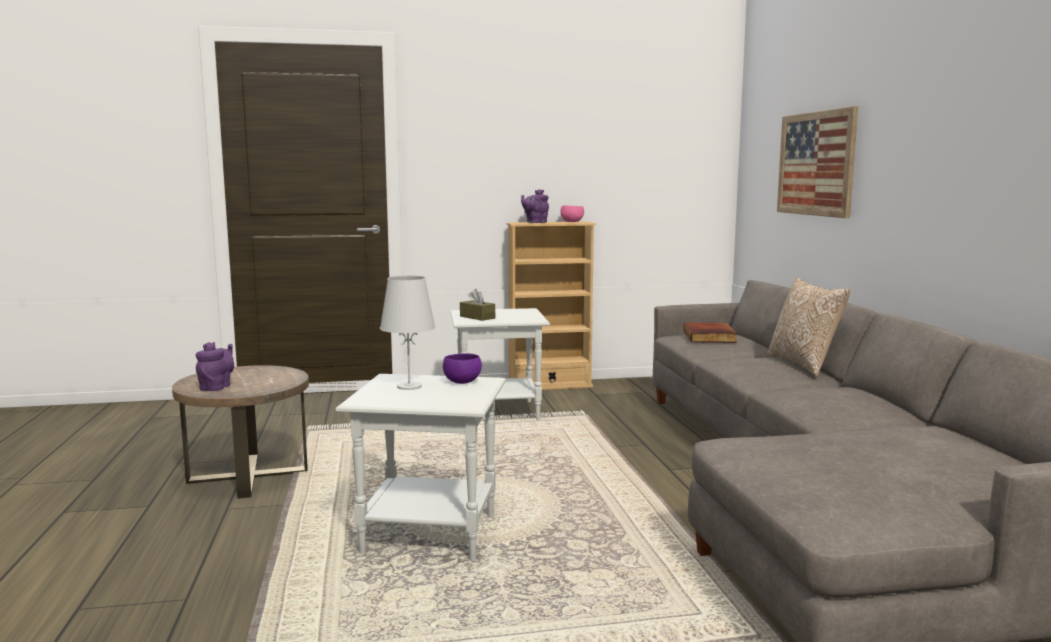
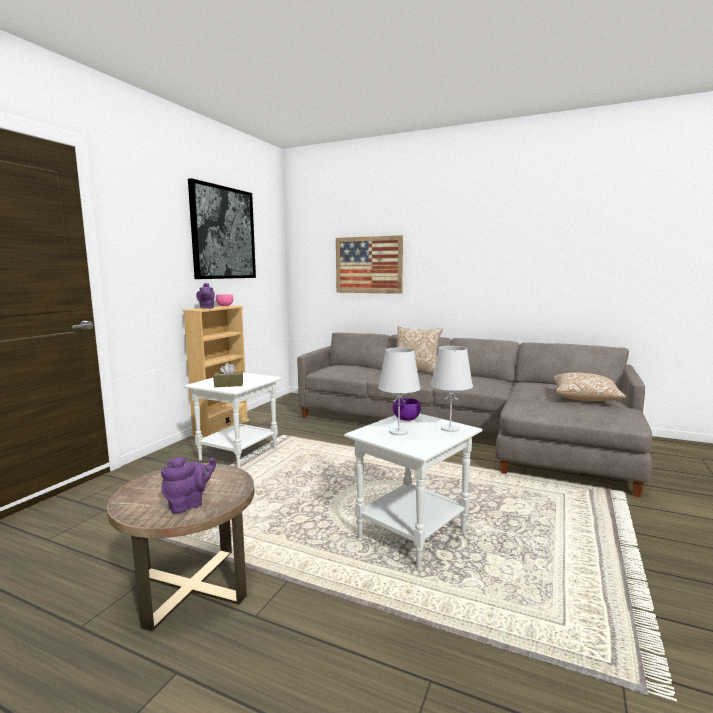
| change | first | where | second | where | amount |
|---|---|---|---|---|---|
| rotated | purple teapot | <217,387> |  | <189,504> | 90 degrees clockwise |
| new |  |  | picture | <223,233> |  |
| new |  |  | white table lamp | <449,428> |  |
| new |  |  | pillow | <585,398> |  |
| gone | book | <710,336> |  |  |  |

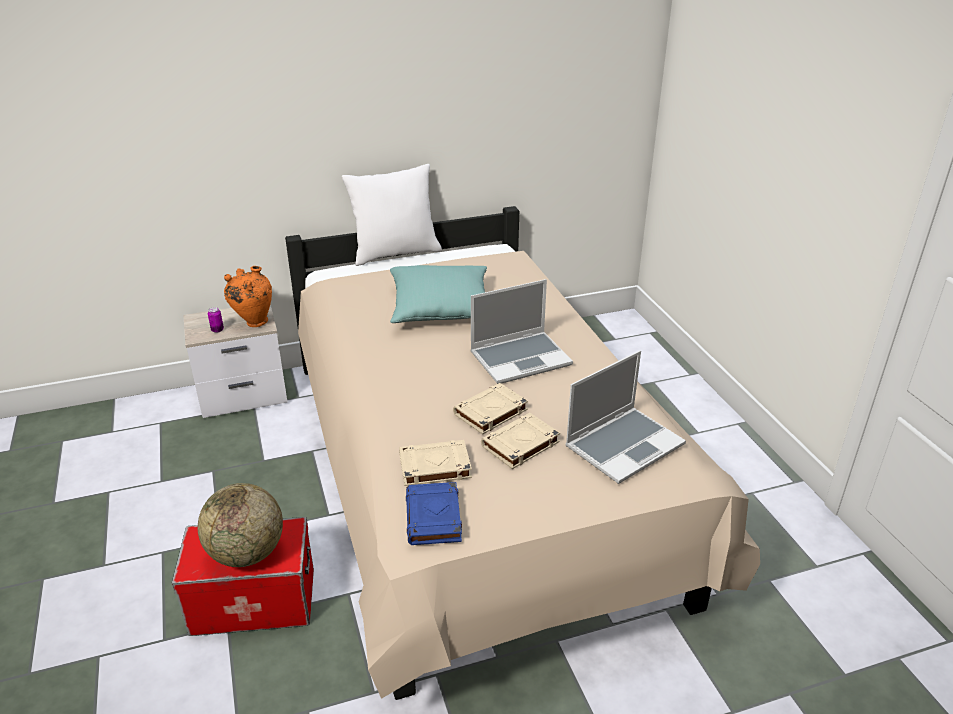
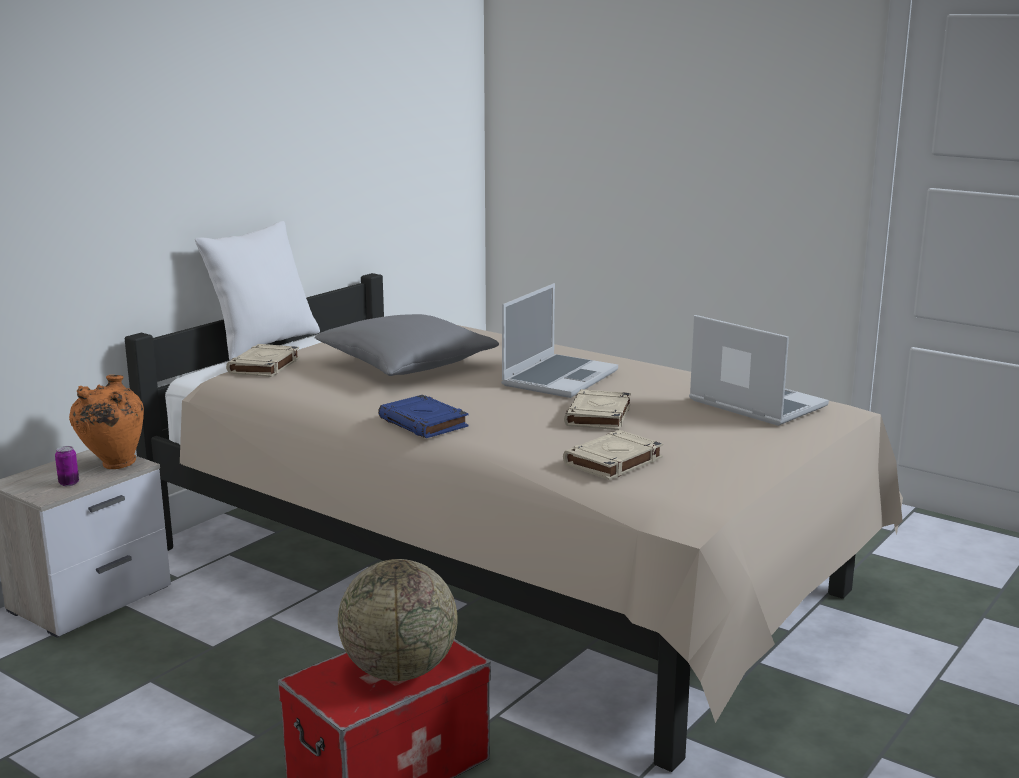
| change | first | where | second | where | amount |
|---|---|---|---|---|---|
| shifted | beige book | <520,445> |  | <264,366> |  |
| repainted | turquoise pillow | <441,308> | grey pillow | <406,365> |  |
| shifted | blue book | <434,518> |  | <424,423> |  |
| rotated | laptop | <624,445> |  | <754,404> | 60 degrees counterclockwise |

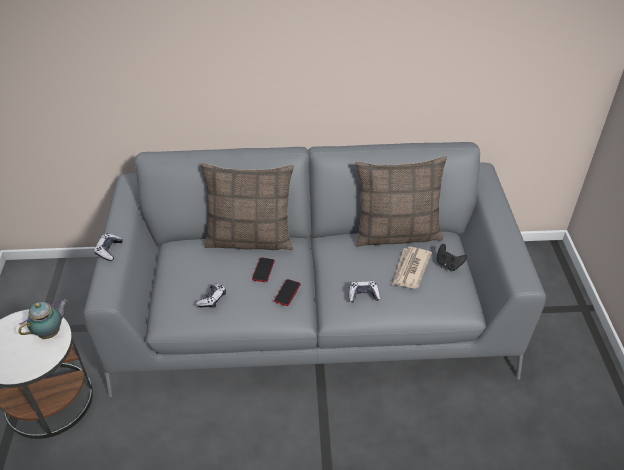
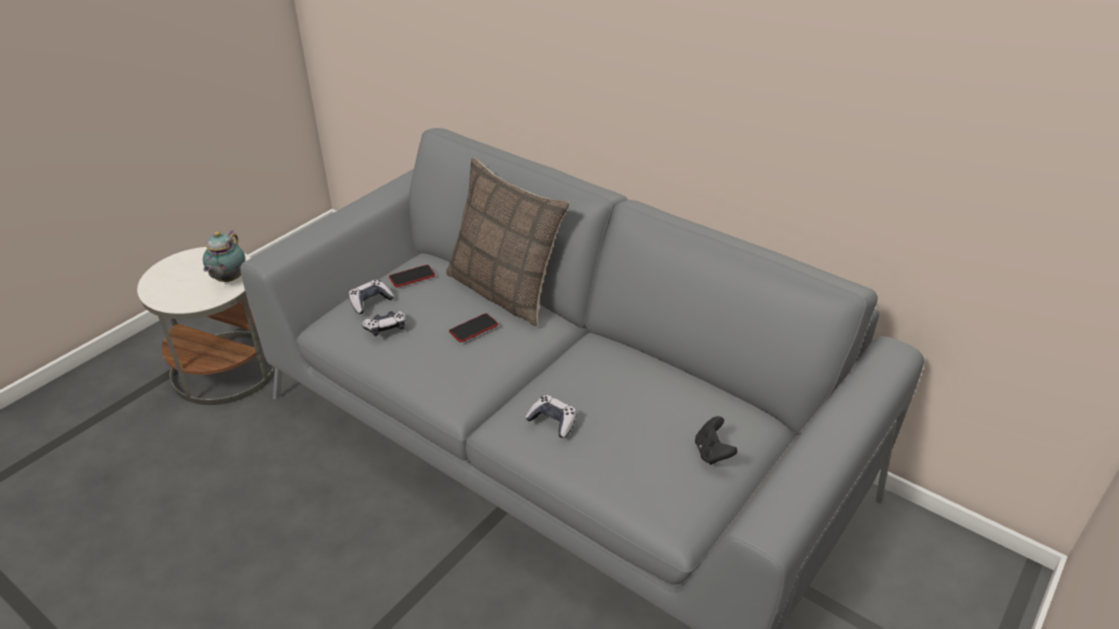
| change | first | where | second | where | amount |
|---|---|---|---|---|---|
| rotated | teapot | <51,332> |  | <228,280> | 105 degrees clockwise |
| shifted | game controller | <109,250> |  | <370,302> |  |
| shifted | phone | <287,293> |  | <412,277> |  |
| gone | pillow | <397,234> |  |  |  |
| gone | newspaper | <410,269> |  |  |  |

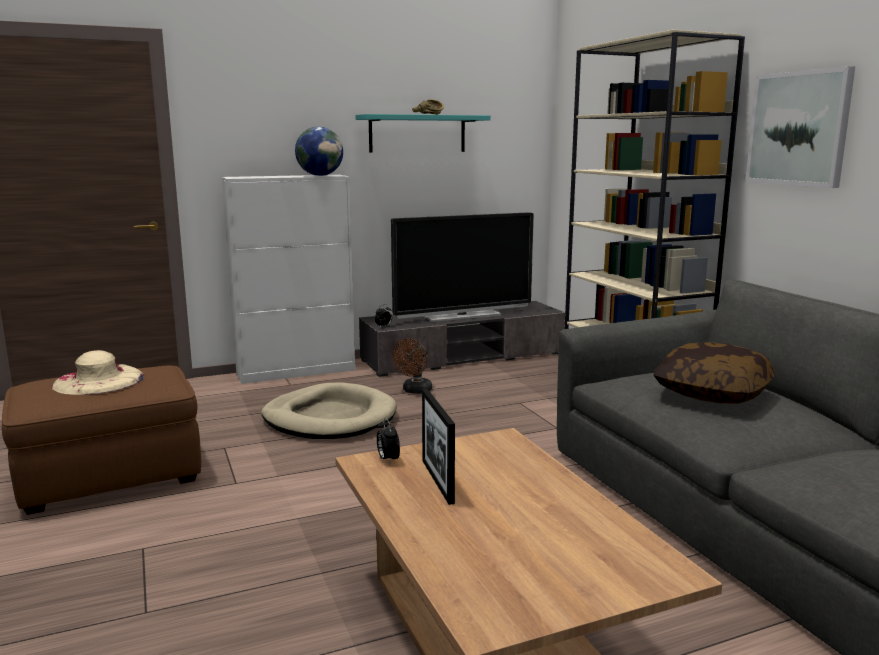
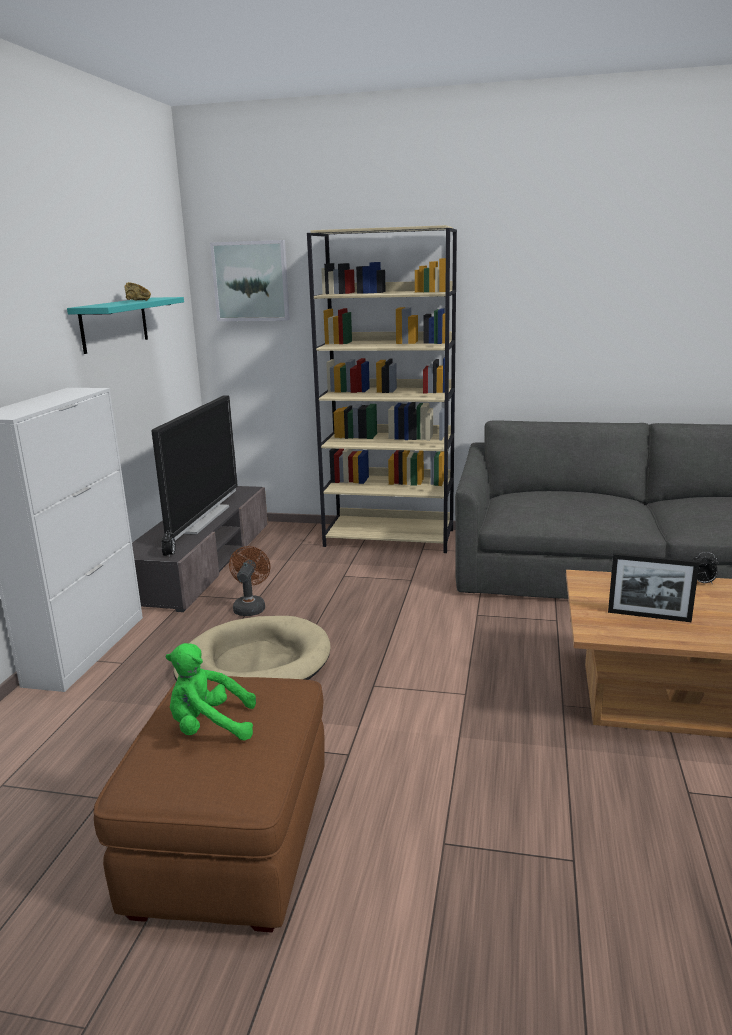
| change | first | where | second | where | amount |
|---|---|---|---|---|---|
| swapped | beige hat | <98,380> | green plush toy | <209,727> |  |
| shifted | picture | <798,129> |  | <251,281> |  |
| rotated | brown fan | <415,391> |  | <250,607> | 150 degrees counterclockwise |
| shifted | alarm clock | <388,459> |  | <702,583> |  |
| gone | globe | <320,175> |  |  |  |
| gone | pillow | <712,392> |  |  |  |

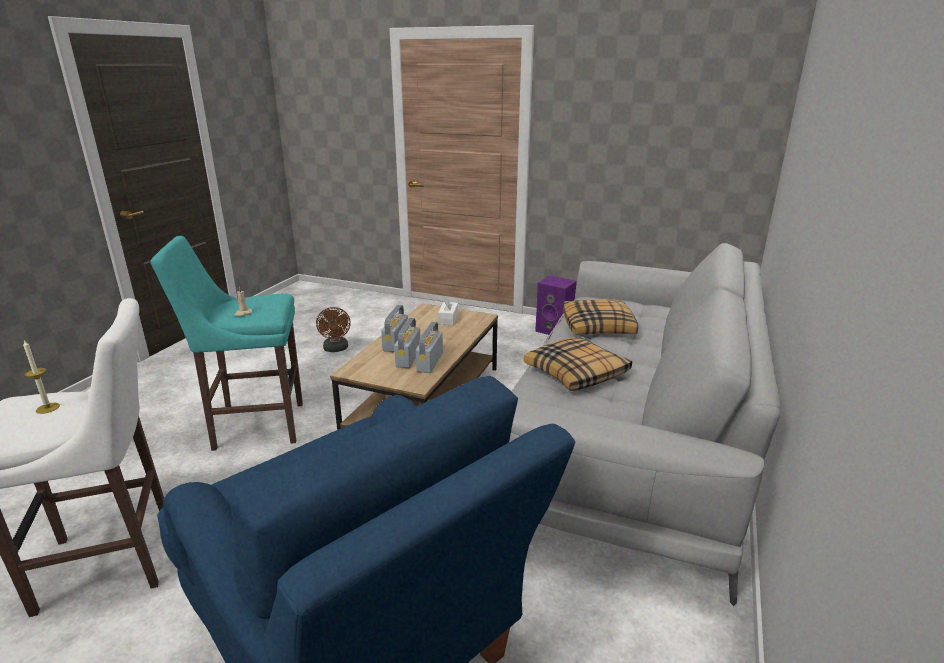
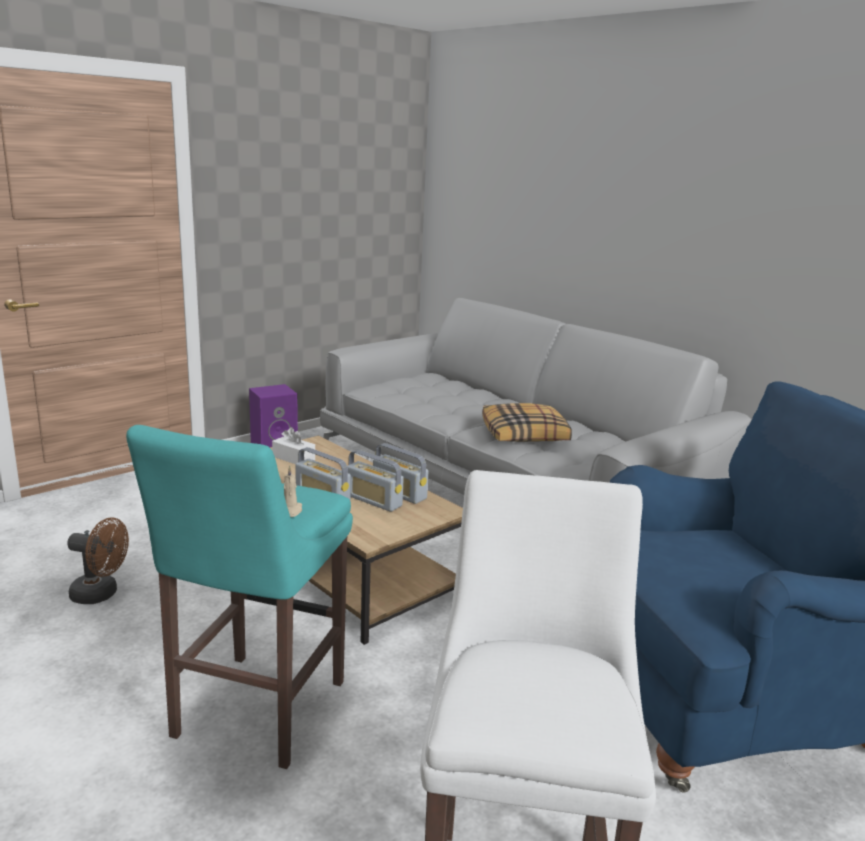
| change | first | where | second | where | amount |
|---|---|---|---|---|---|
| gone | candle | <47,408> |  |  |  |
| gone | pillow | <598,327> |  |  |  |

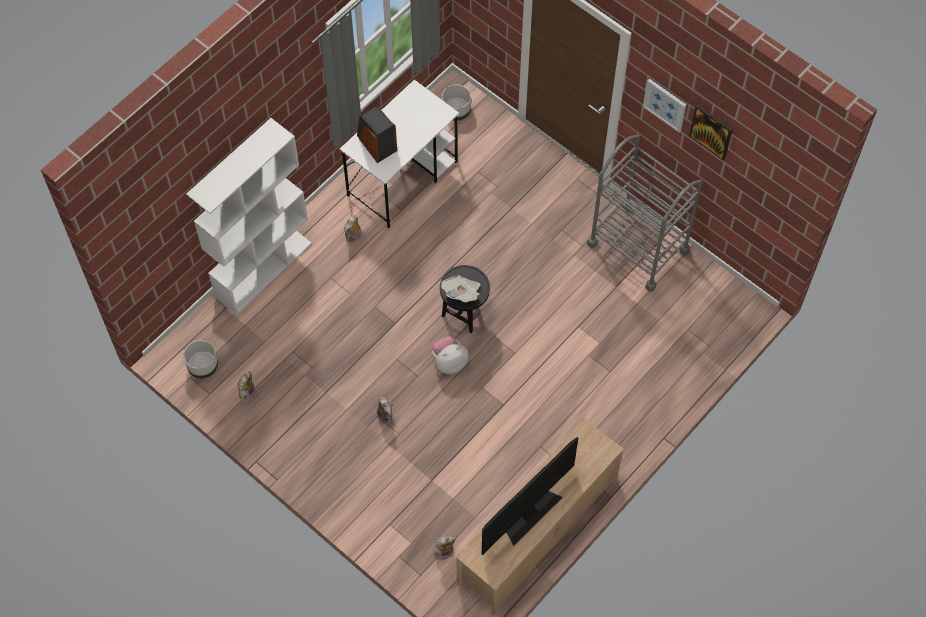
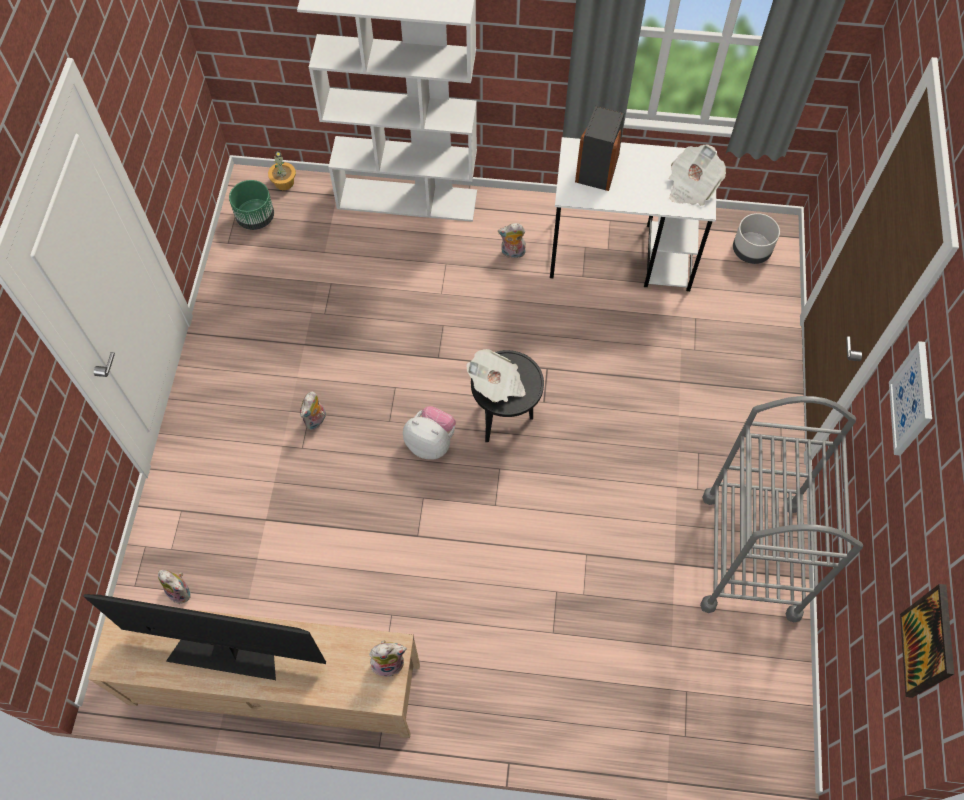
| change | first | where | second | where | amount |
|---|---|---|---|---|---|
| repainted | grey planter | <203,366> | green planter | <255,218> |  |
| new |  |  | potted plant | <284,182> |  |
| shifted | plush toy | <246,392> |  | <389,662> |  |
| new |  |  | newspaper | <691,186> |  |
| shifted | picture | <711,131> |  | <929,642> |  |

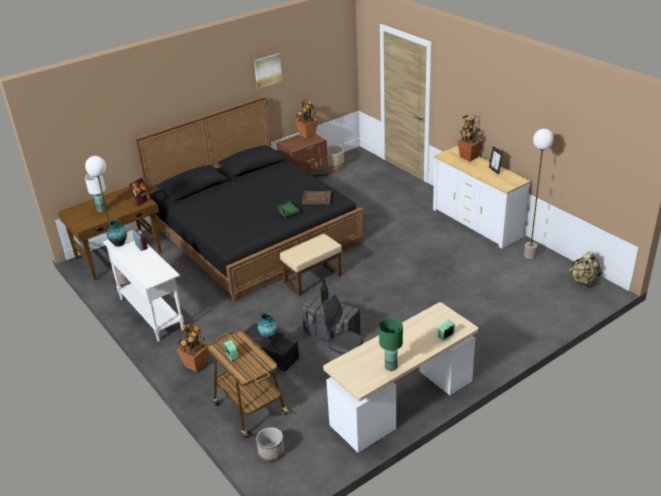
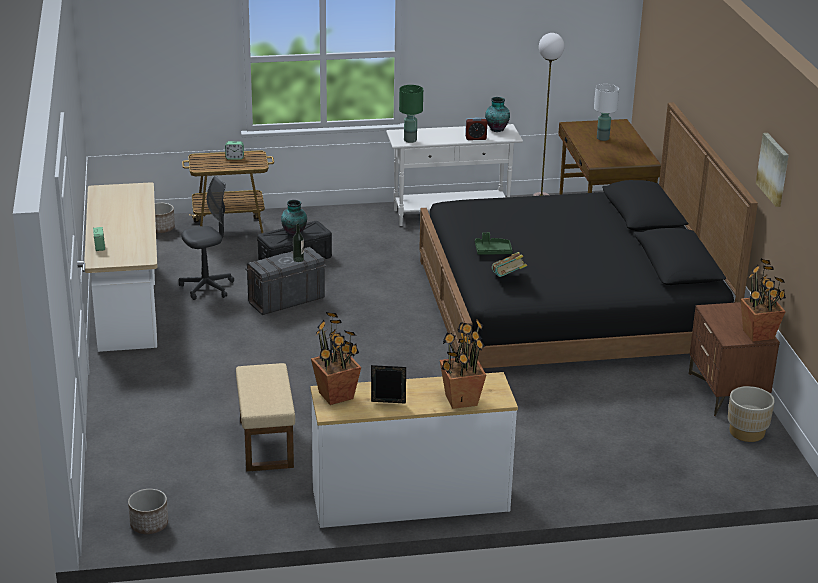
| change | first | where | second | where | amount |
|---|---|---|---|---|---|
| swapped | beige backpack | <583,282> | planter | <149,524> |  |
| shifted | beige ottoman | <313,279> |  | <267,444> |  |
| shifted | potted plant | <196,364> |  | <336,396> |  |
| shifted | green table lamp | <390,366> |  | <410,140> |  |
| swapped | brown tray | <316,198> | book | <508,278> |  |
| gone | picture frame | <142,202> |  |  |  |
| gone | floor lamp | <530,255> |  |  |  |

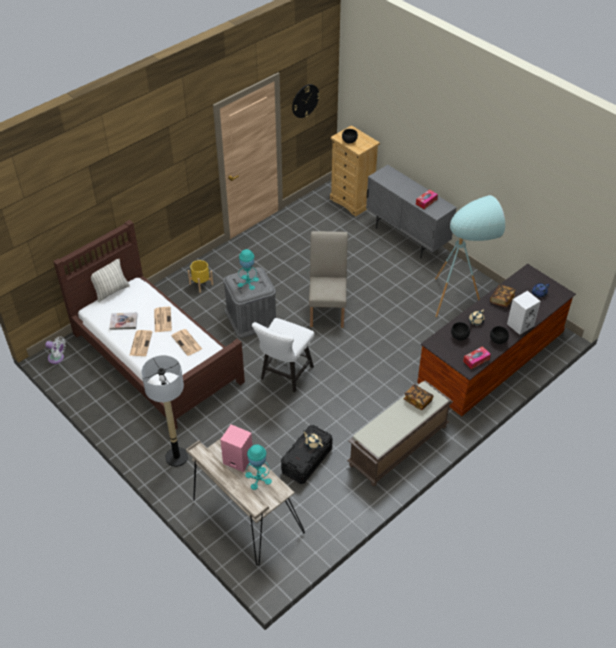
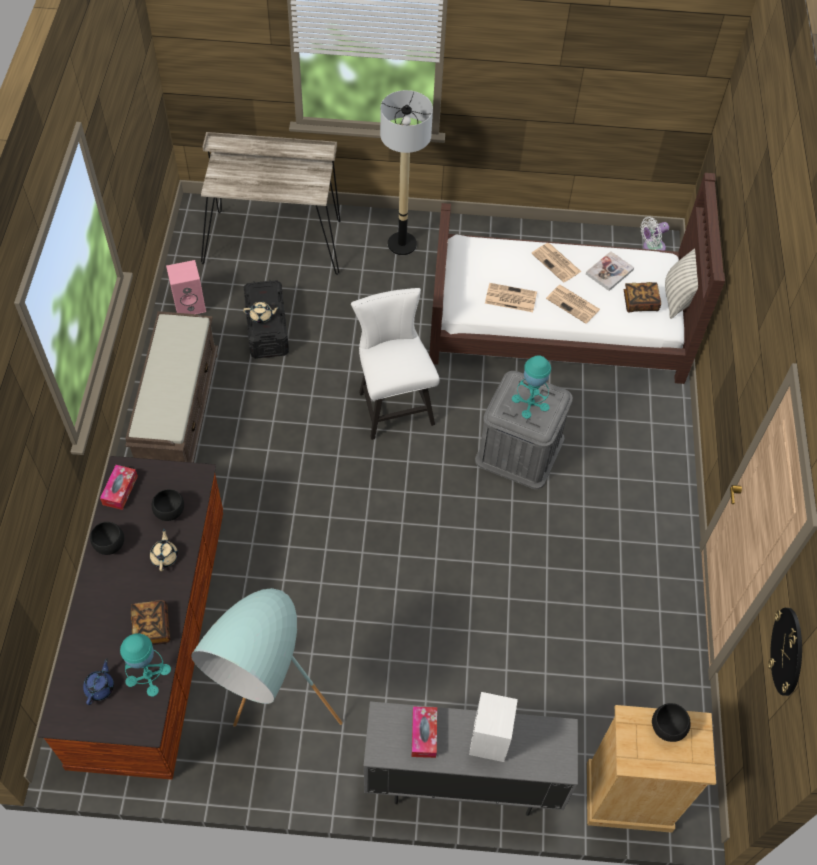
| change | first | where | second | where | amount |
|---|---|---|---|---|---|
| shifted | turquoise table lamp | <258,478> |  | <148,675> |  |
| shifted | pink speaker | <237,460> |  | <190,304> |  |
| shifted | white speaker | <520,324> |  | <490,740> |  |
| shifted | book | <417,401> |  | <640,303> |  |
| gone | yellow planter | <201,284> |  |  |  |
| gone | beige chair | <327,309> |  |  |  |

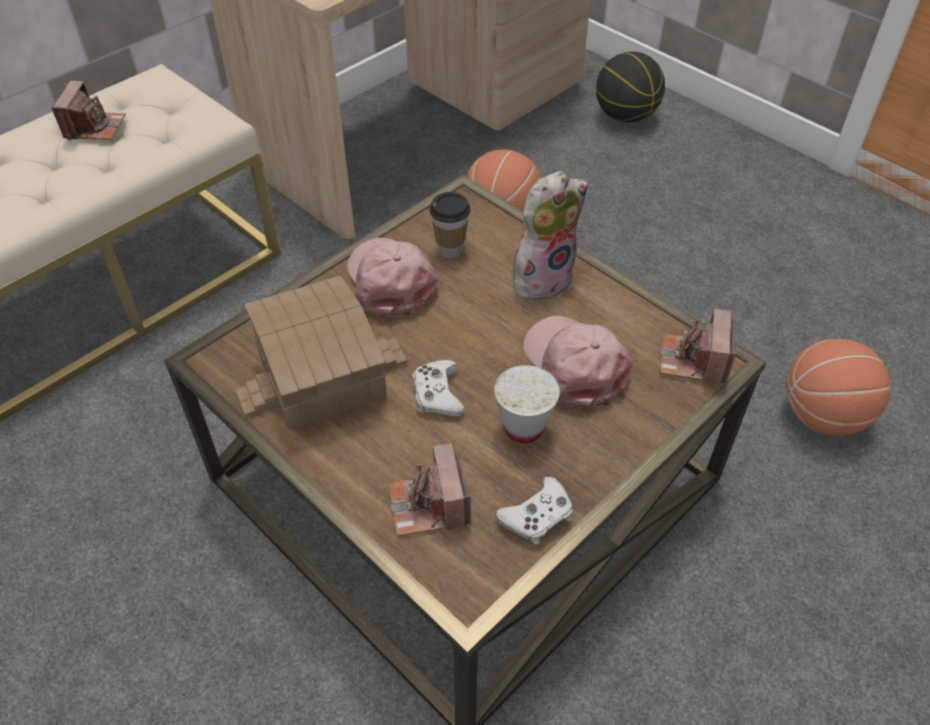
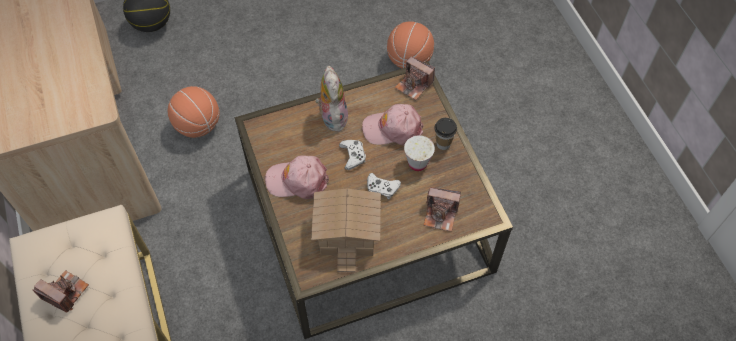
| change | first | where | second | where | amount |
|---|---|---|---|---|---|
| shifted | white game controller | <537,516> |  | <353,156> |  |
| shifted | cup | <450,249> |  | <443,144> |  |

